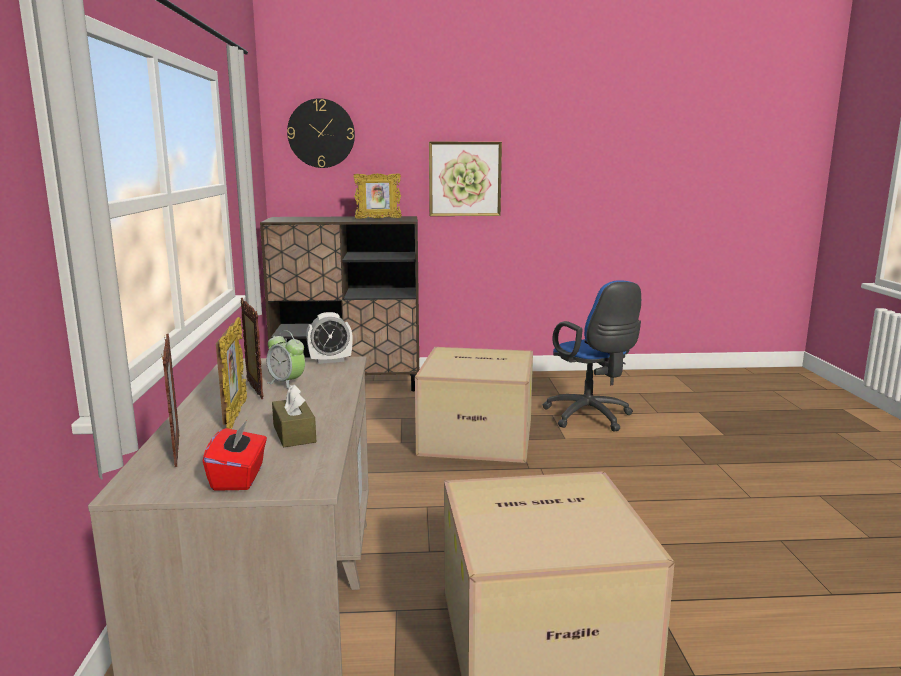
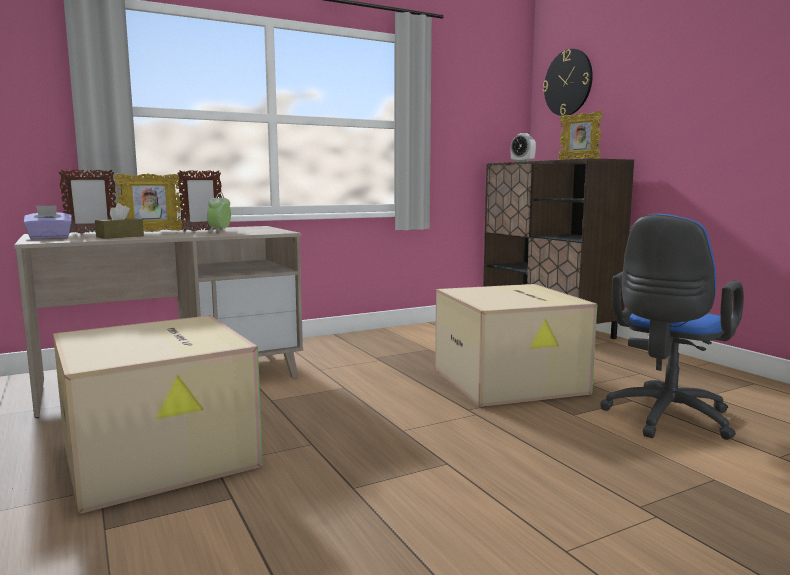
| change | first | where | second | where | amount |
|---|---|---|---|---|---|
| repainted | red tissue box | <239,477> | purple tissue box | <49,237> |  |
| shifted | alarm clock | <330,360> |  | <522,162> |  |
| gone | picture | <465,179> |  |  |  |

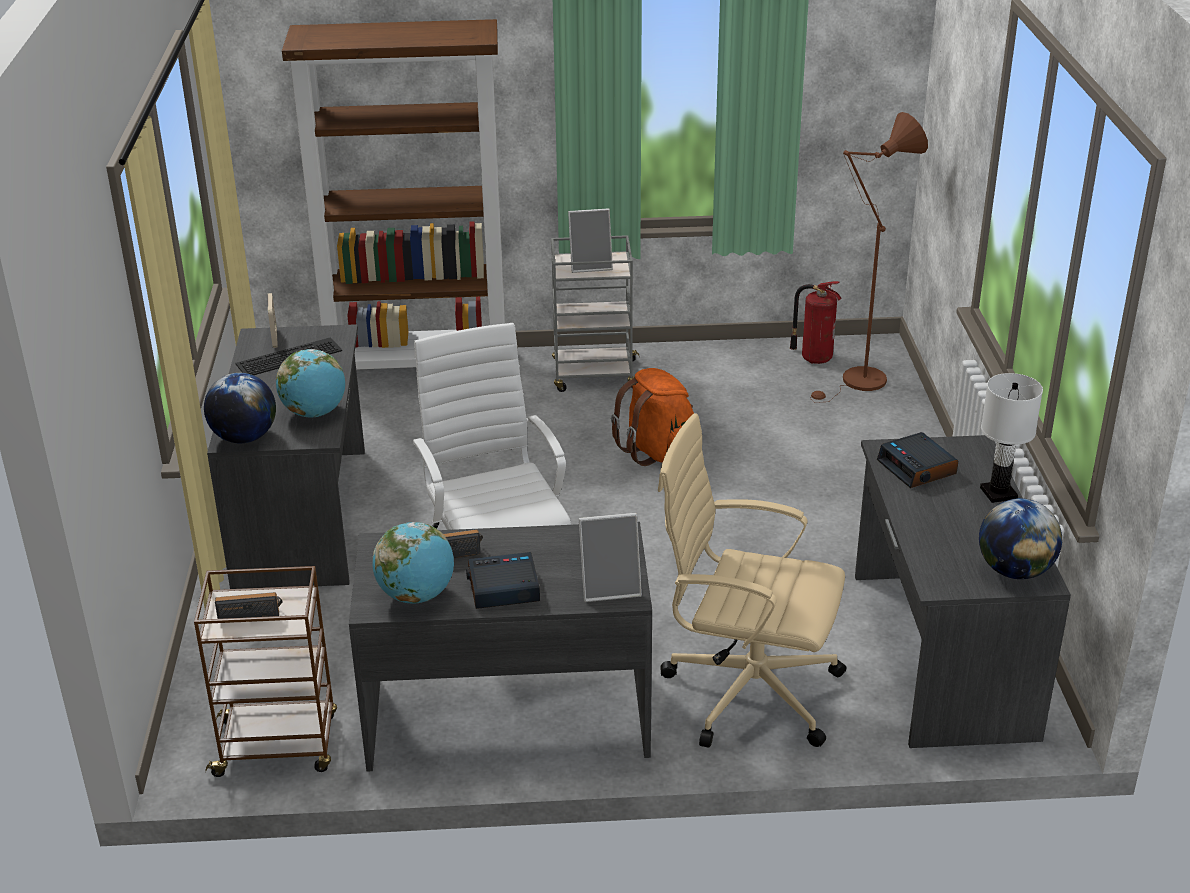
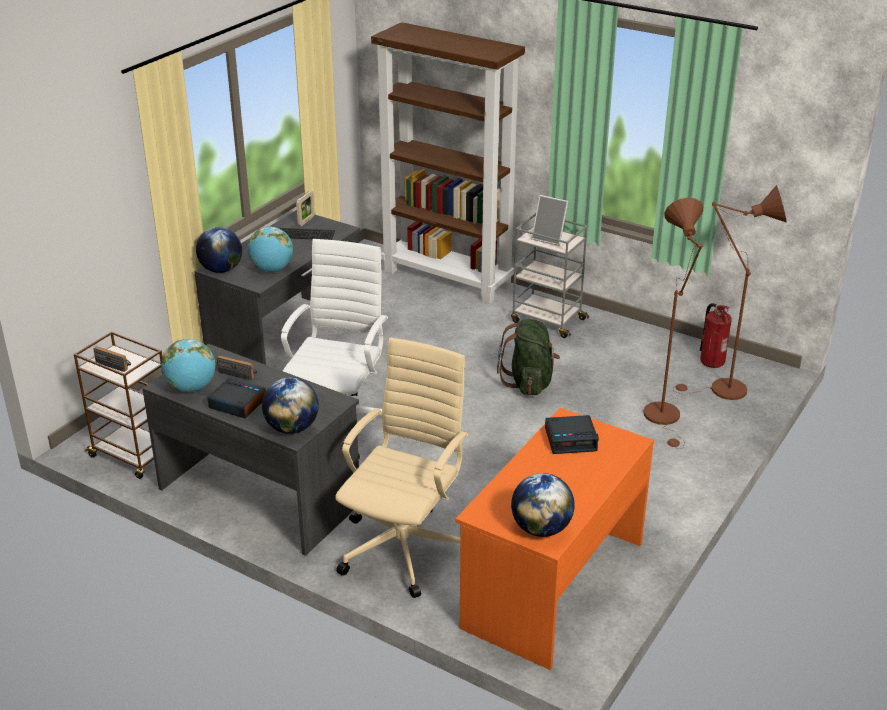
| change | first | where | second | where | amount |
|---|---|---|---|---|---|
| swapped | picture frame | <610,587> | globe | <292,428> |  |
| rotated | beige office chair | <747,690> |  | <405,546> | 60 degrees clockwise |
| repainted | grey desk | <939,654> | orange desk | <552,583> |  |
| repainted | orange backpack | <658,452> | green backpack | <529,382> |  |
| rotated | alarm clock | <917,468> |  | <571,439> | 105 degrees counterclockwise |
| new |  |  | brown floor lamp | <664,418> |  |
| gone | white table lamp | <998,493> |  |  |  |

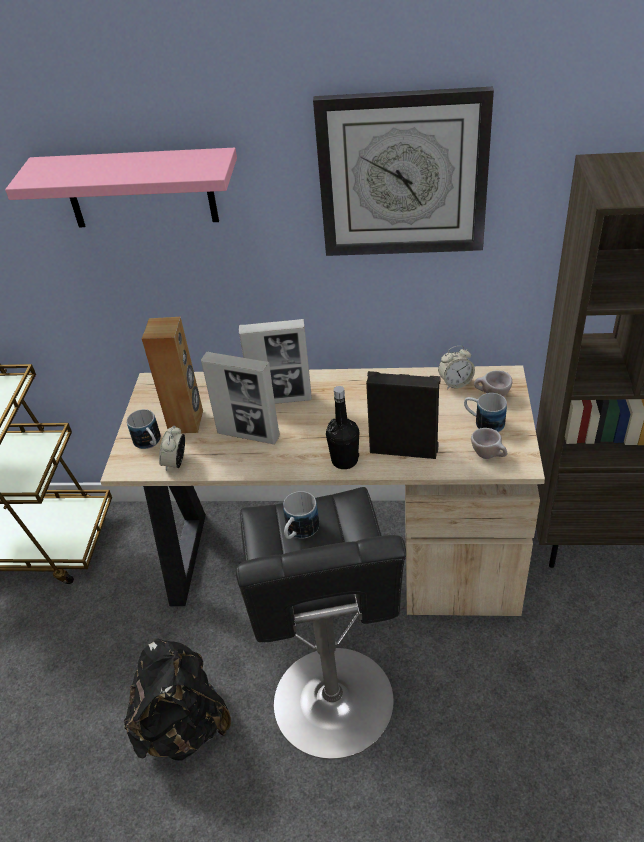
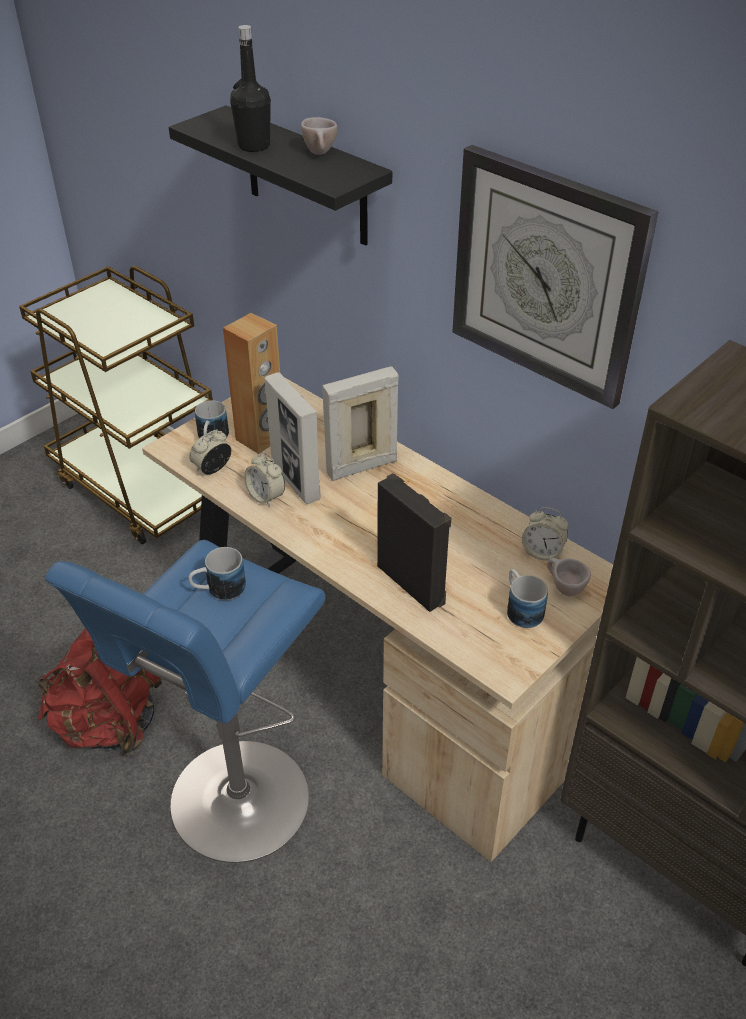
| change | first | where | second | where | amount |
|---|---|---|---|---|---|
| repainted | black backpack | <183,725> | red backpack | <109,724> |  |
| repainted | black stool | <335,709> | blue stool | <234,808> |  |
| repainted | pink shelf | <140,189> | black shelf | <306,178> |  |
| shifted | black bottle | <344,460> |  | <254,146> |  |
| new |  |  | alarm clock | <266,497> |  |
| shifted | beige cup | <489,456> |  | <321,154> |  |
| rotated | picture frame | <282,399> |  | <361,467> | 120 degrees clockwise |

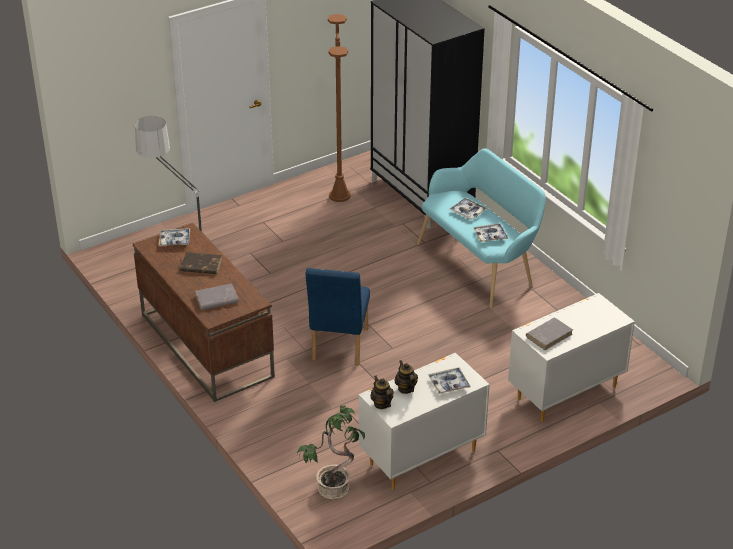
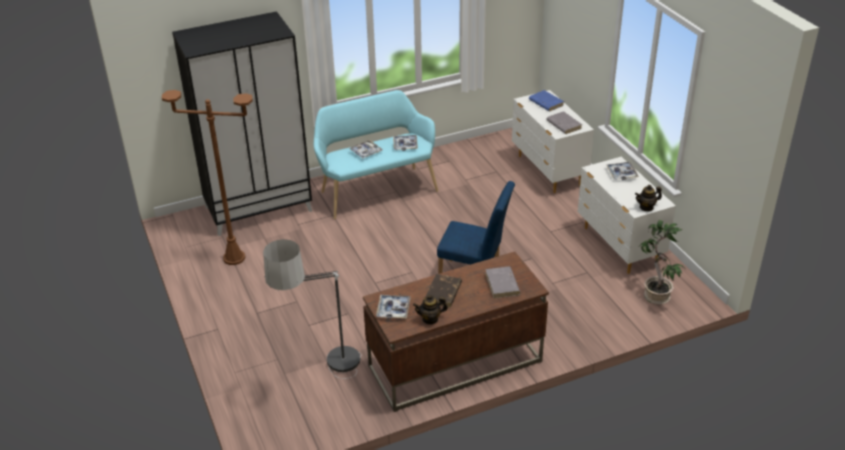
| change | first | where | second | where | amount |
|---|---|---|---|---|---|
| shifted | teapot | <406,388> |  | <430,319> |  |
| new |  |  | blue book | <546,102> |  |

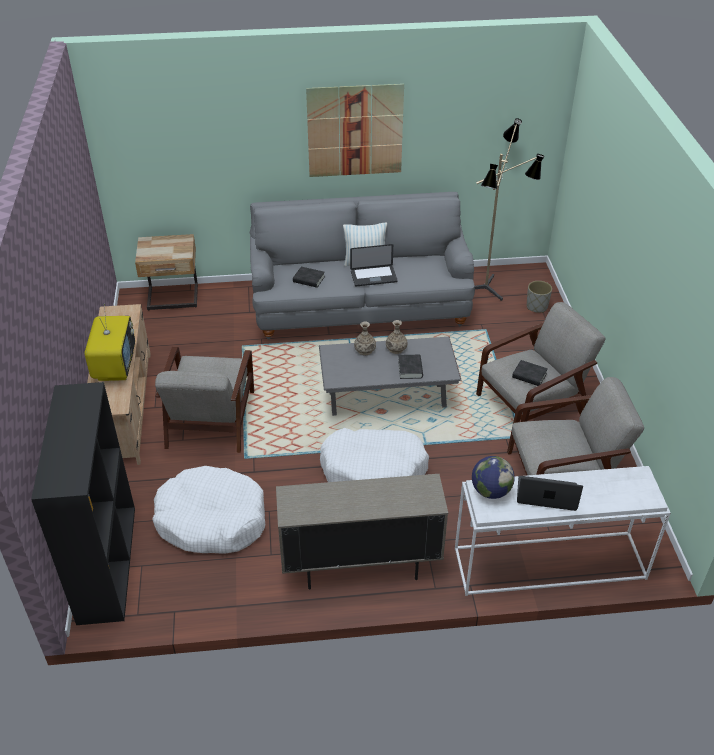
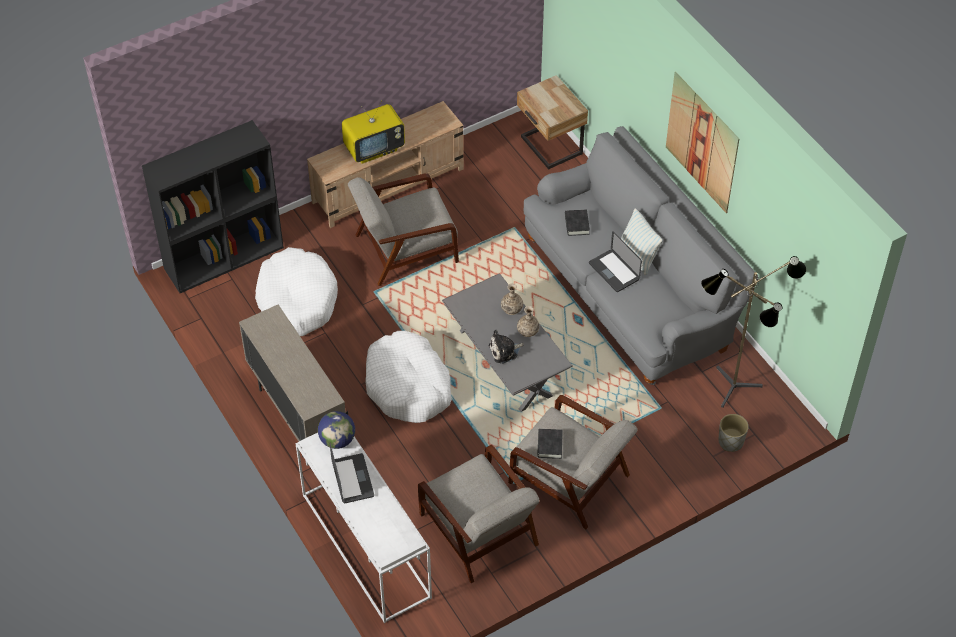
| change | first | where | second | where | amount |
|---|---|---|---|---|---|
| swapped | black book | <410,369> | plush toy | <505,351> |  |

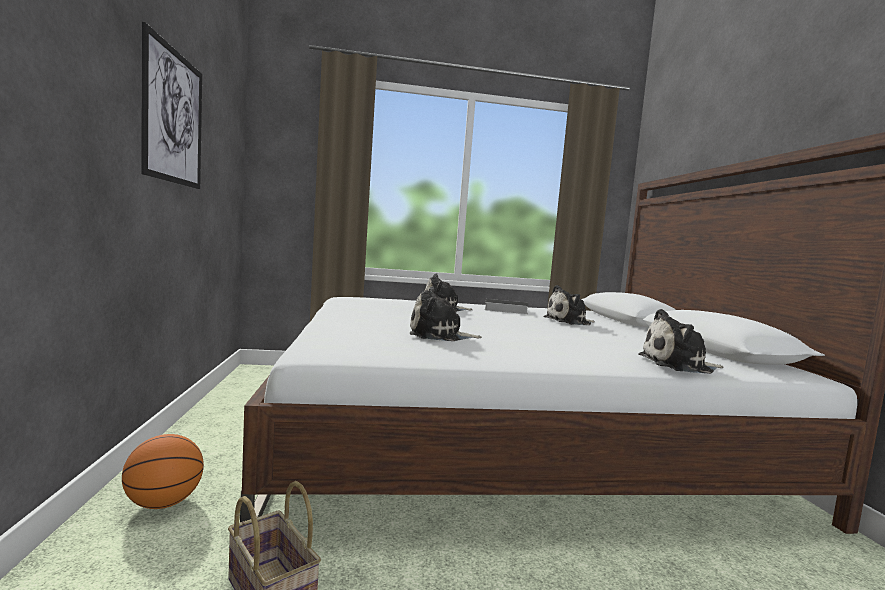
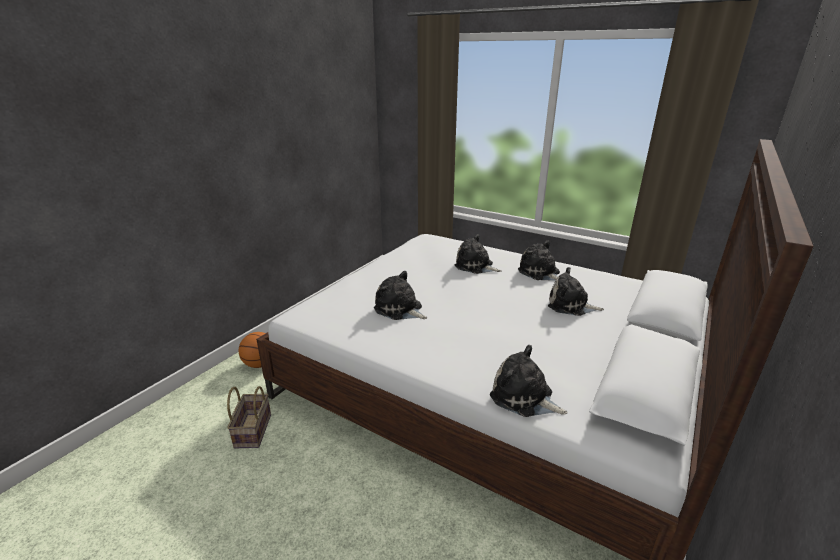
| change | first | where | second | where | amount |
|---|---|---|---|---|---|
| swapped | book | <504,310> | plush toy | <540,273> |  |
| gone | picture | <174,117> |  |  |  |

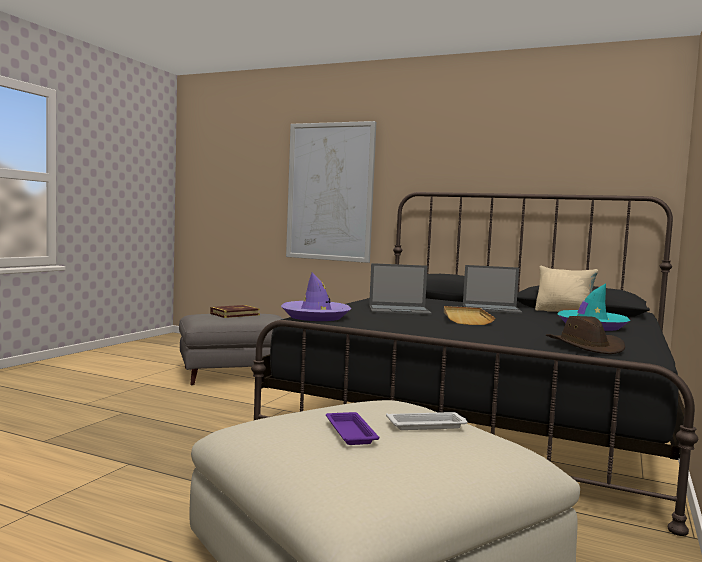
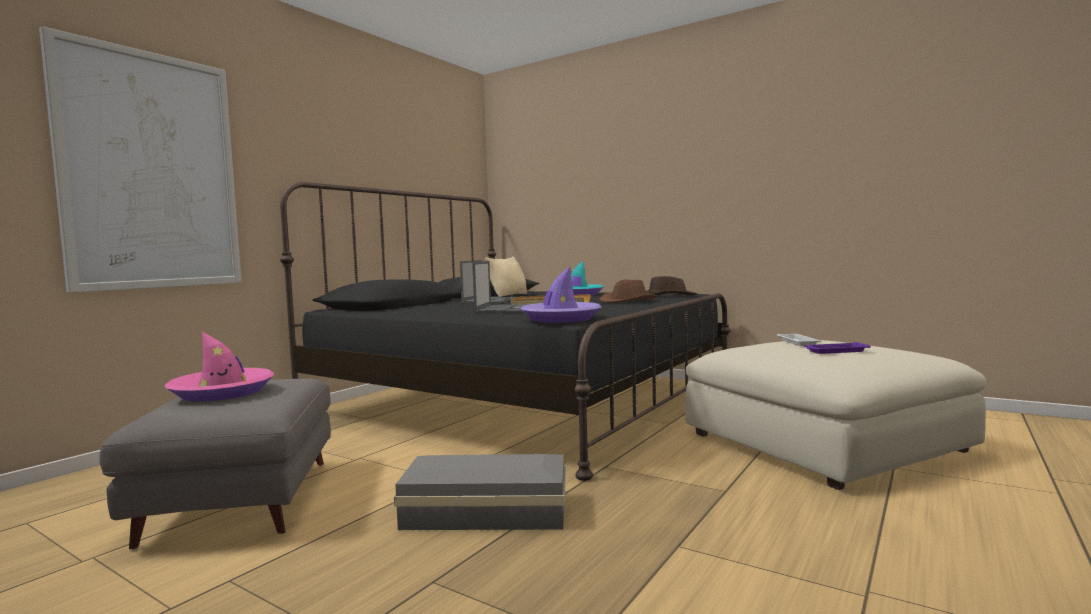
| change | first | where | second | where | amount |
|---|---|---|---|---|---|
| swapped | book | <235,314> | pink hat | <222,392> |  |
| new |  |  | grey storage box | <483,511> |  |
| new |  |  | brown hat | <628,301> |  |

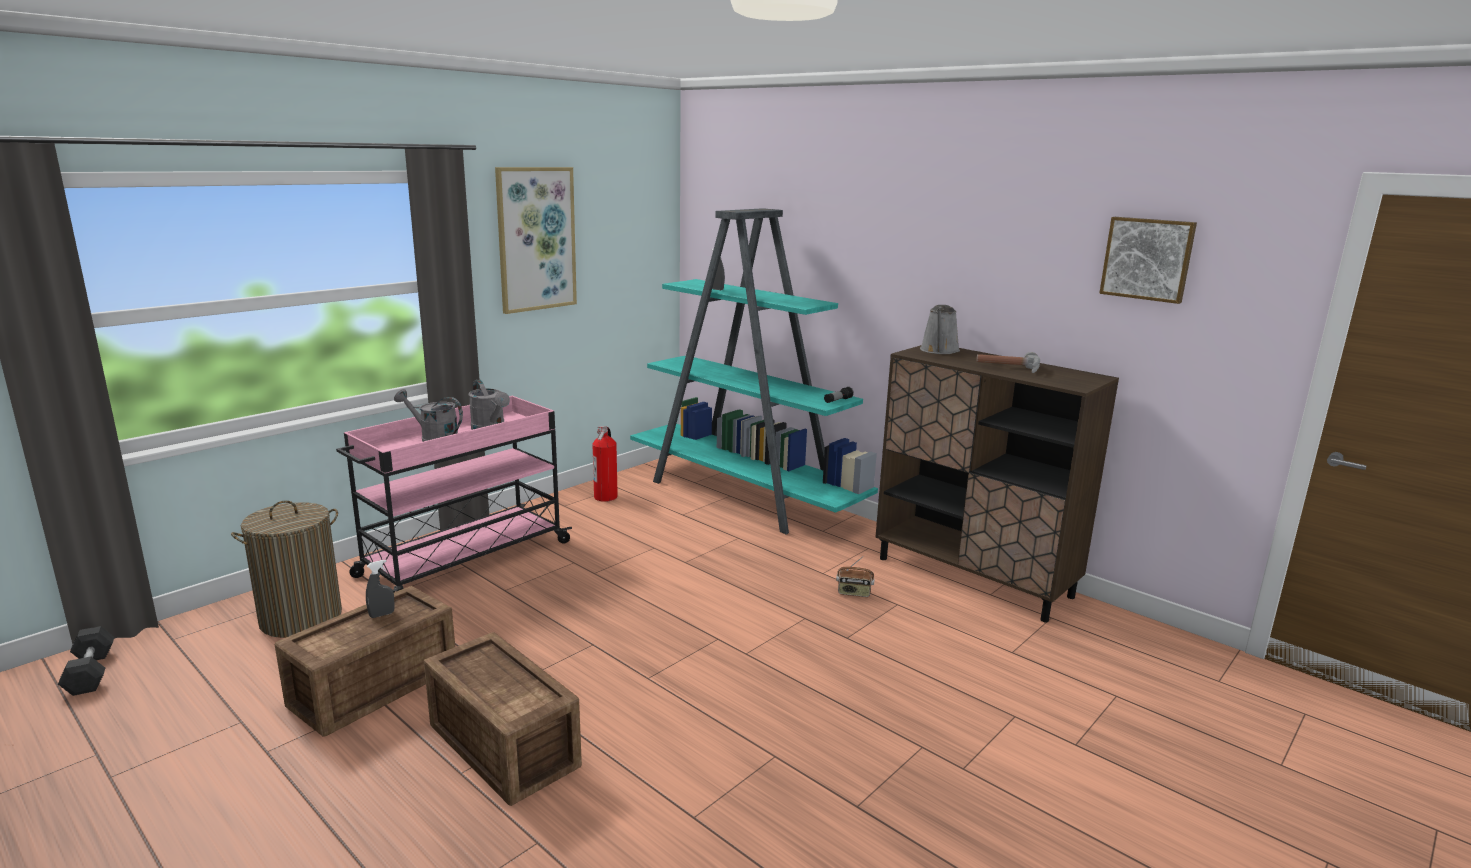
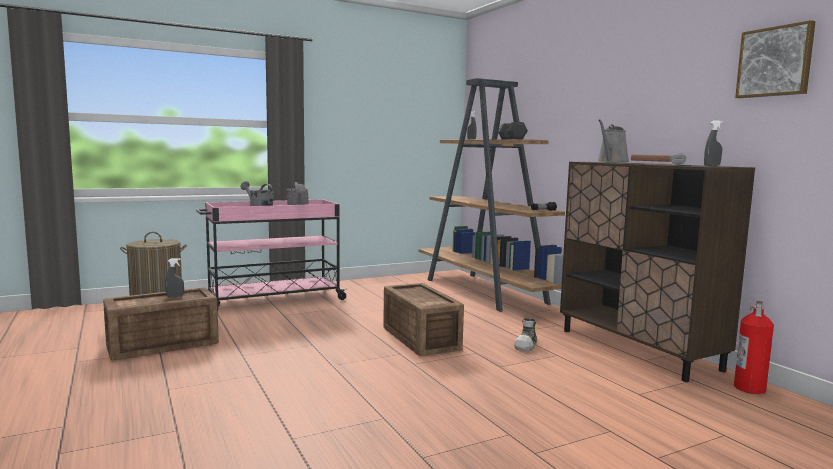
| change | first | where | second | where | amount |
|---|---|---|---|---|---|
| shifted | crate | <504,743> |  | <421,338> |  |
| repainted | turquoise bookcase | <745,496> | brown bookcase | <486,292> |  |
| shifted | grey dumbbell | <90,673> |  | <511,139> |  |
| swapped | radio | <854,593> | shoe | <526,345> |  |
| new |  |  | grey spray bottle | <711,166> |  |
| shifted | fire extinguisher | <606,497> |  | <750,388> |  |
| gone | picture | <536,239> |  |  |  |

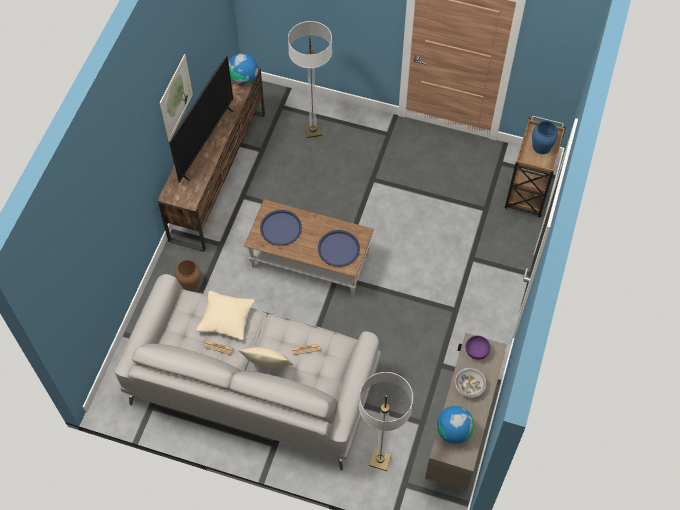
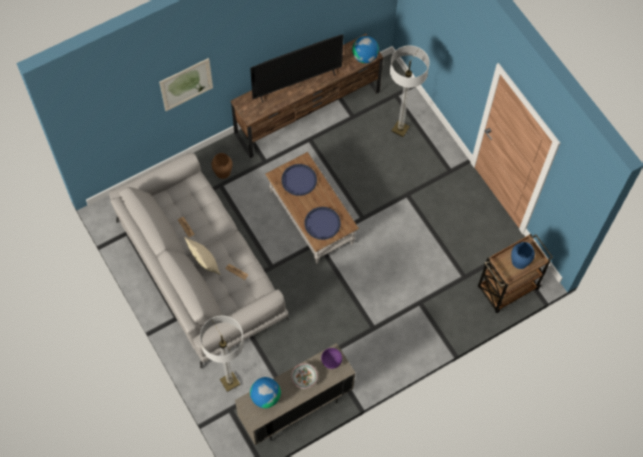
| change | first | where | second | where | amount |
|---|---|---|---|---|---|
| shifted | picture | <176,98> |  | <186,84> |  |
| gone | beige pillow | <226,319> |  |  |  |

